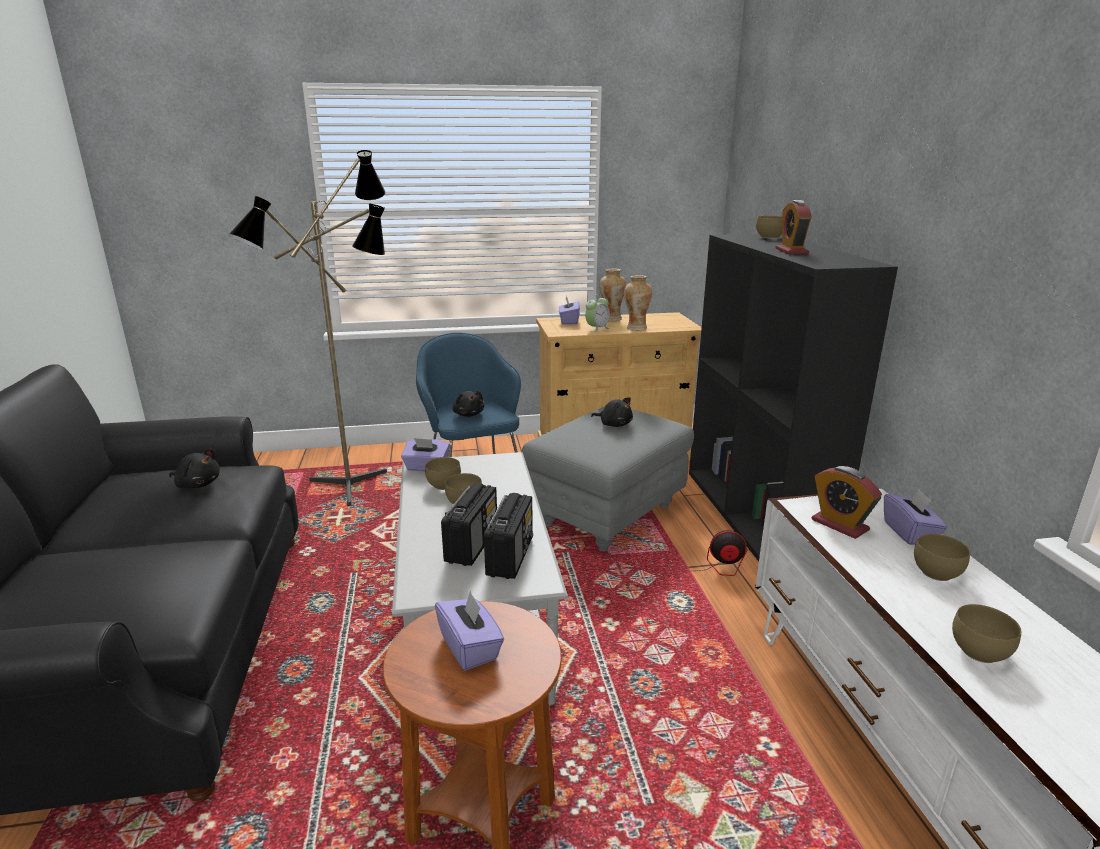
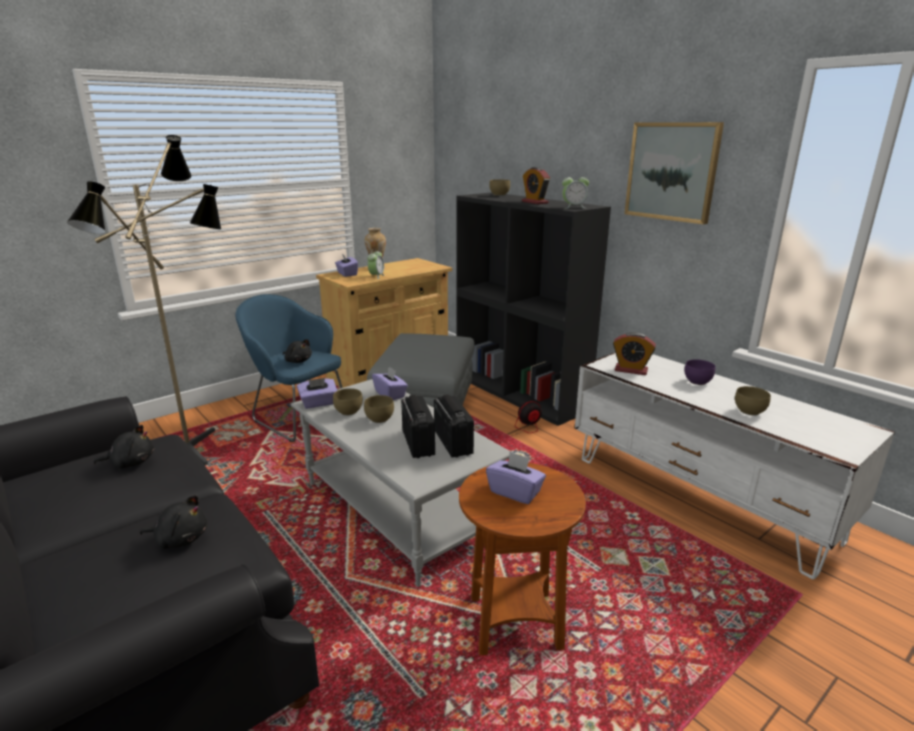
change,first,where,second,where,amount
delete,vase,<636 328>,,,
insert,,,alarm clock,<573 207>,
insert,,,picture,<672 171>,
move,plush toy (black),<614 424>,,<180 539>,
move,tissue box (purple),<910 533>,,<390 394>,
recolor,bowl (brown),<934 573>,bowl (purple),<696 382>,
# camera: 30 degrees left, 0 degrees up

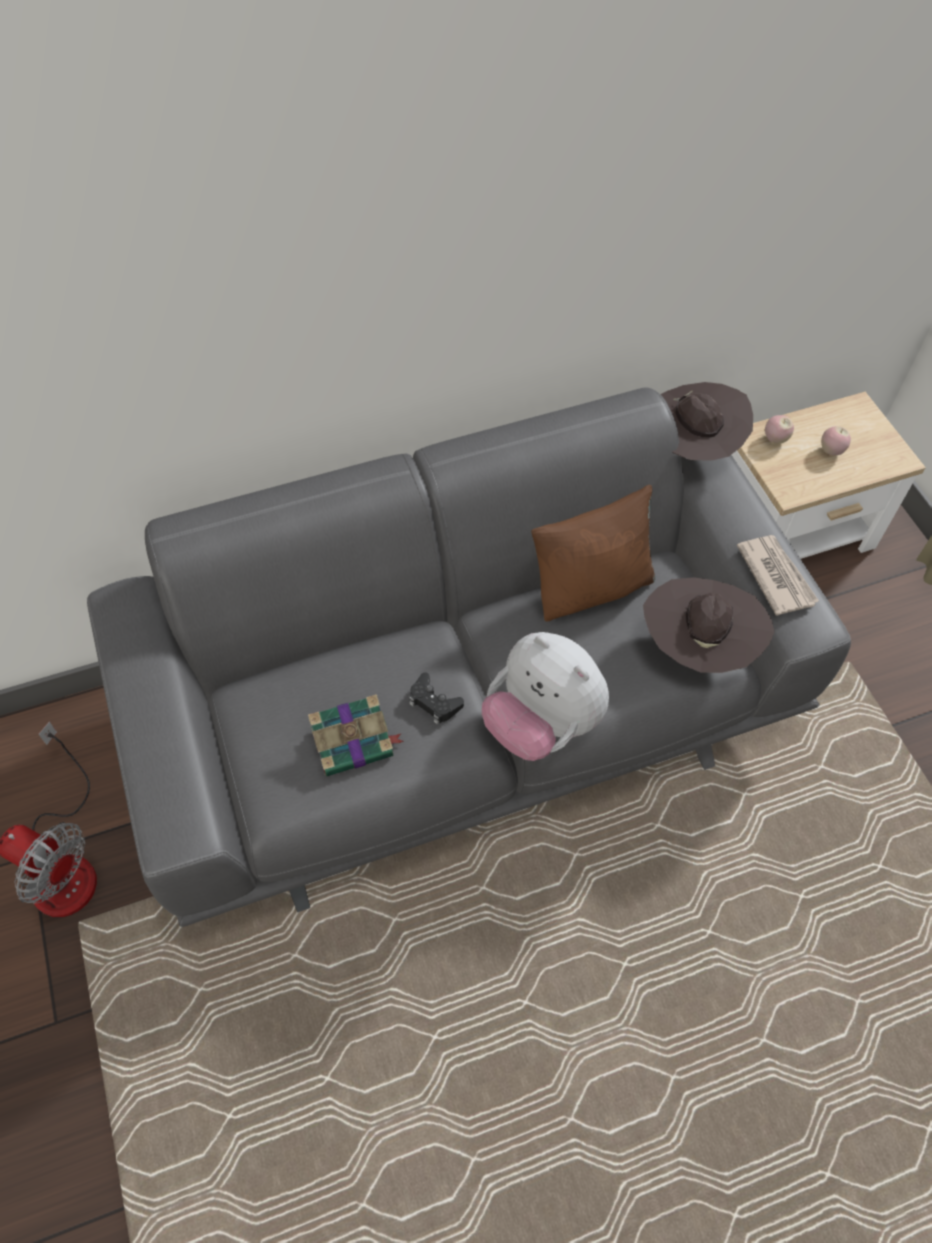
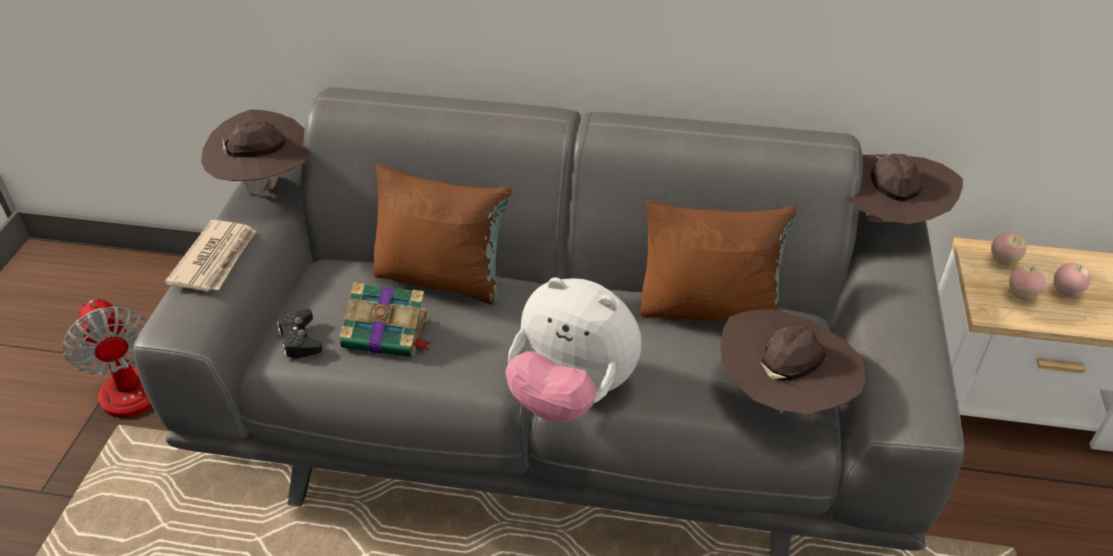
change,first,where,second,where,amount
insert,,,hat (brown),<266 185>,
insert,,,pillow (brown),<442 278>,
insert,,,apple,<1021 296>,
move,game controller (black),<434 702>,,<300 339>,
move,newspaper,<775 576>,,<216 259>,
rotate,plush toy,<541 723>,,<571 393>,45 degrees counterclockwise
# camera: 30 degrees right, 15 degrees down

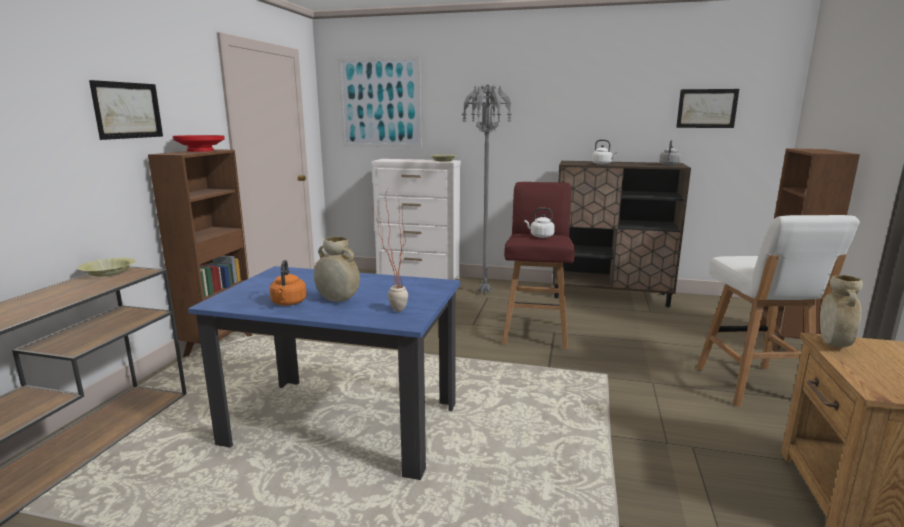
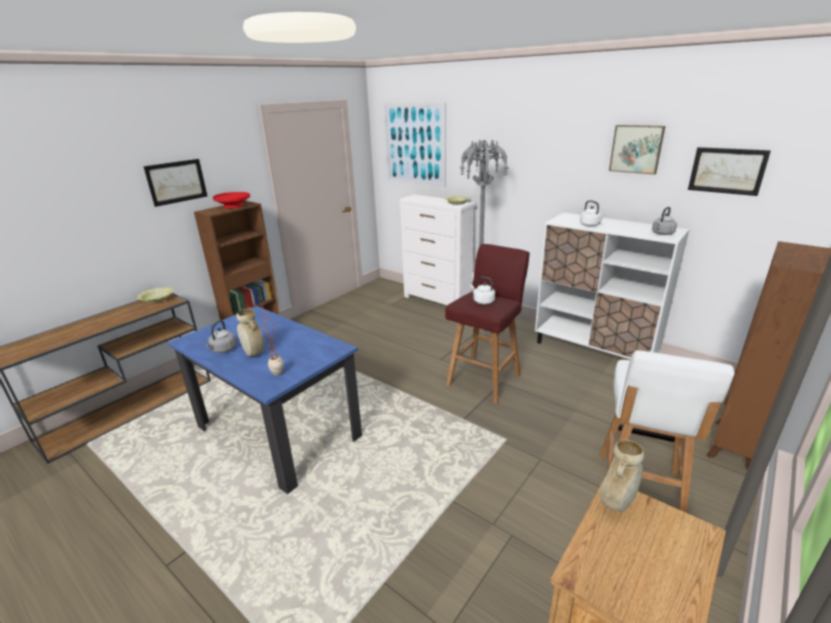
change,first,where,second,where,amount
insert,,,picture,<636 149>,
recolor,kettle (orange),<288 303>,kettle (grey),<223 350>,
recolor,cabinet (brown),<610 296>,cabinet (white),<594 350>,
# camera: 25 degrees right, 10 degrees up

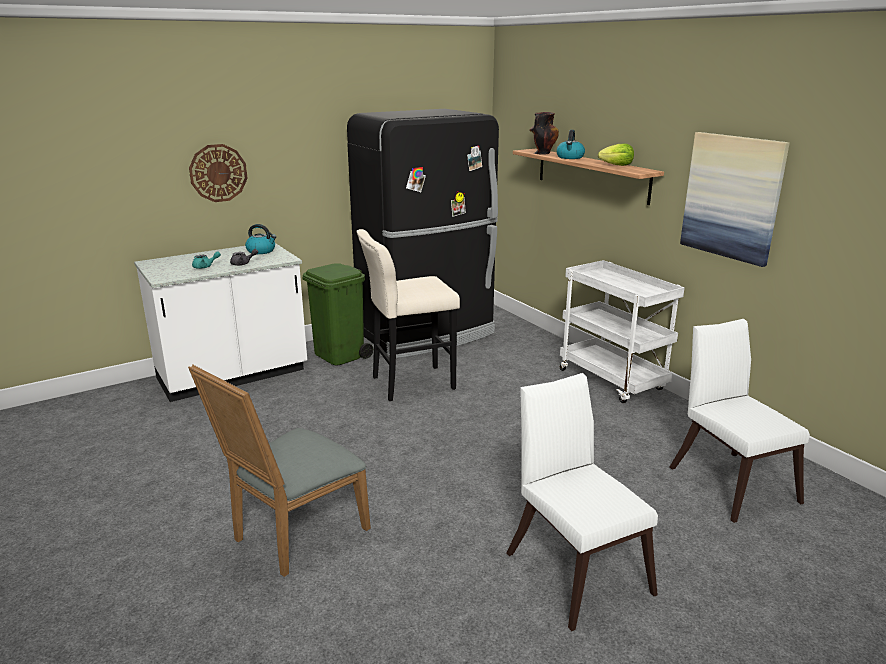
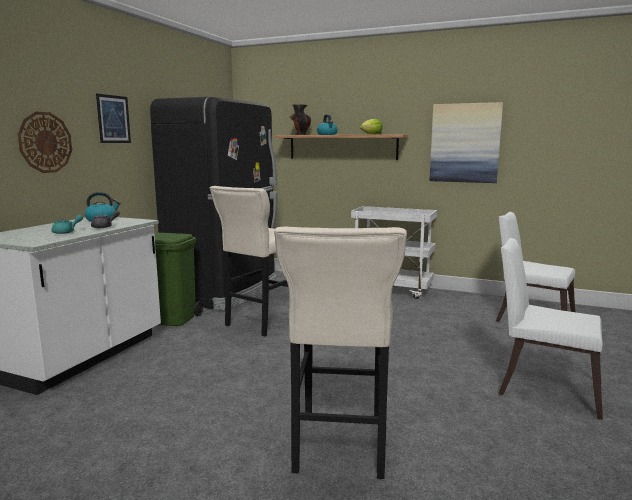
change,first,where,second,where,amount
insert,,,picture,<113 119>,
replace,chair (grey),<294 535>,stool (beige),<339 447>,
# camera: 35 degrees left, 10 degrees down

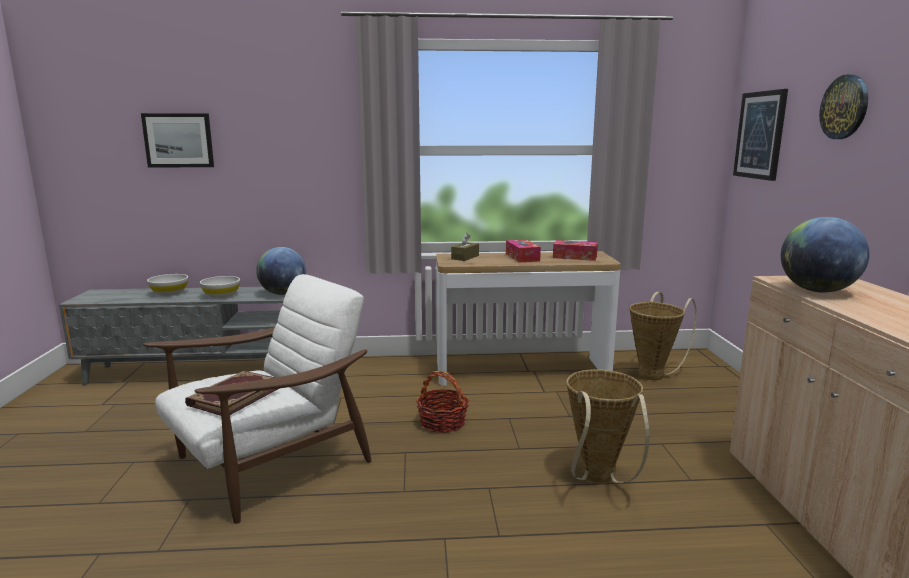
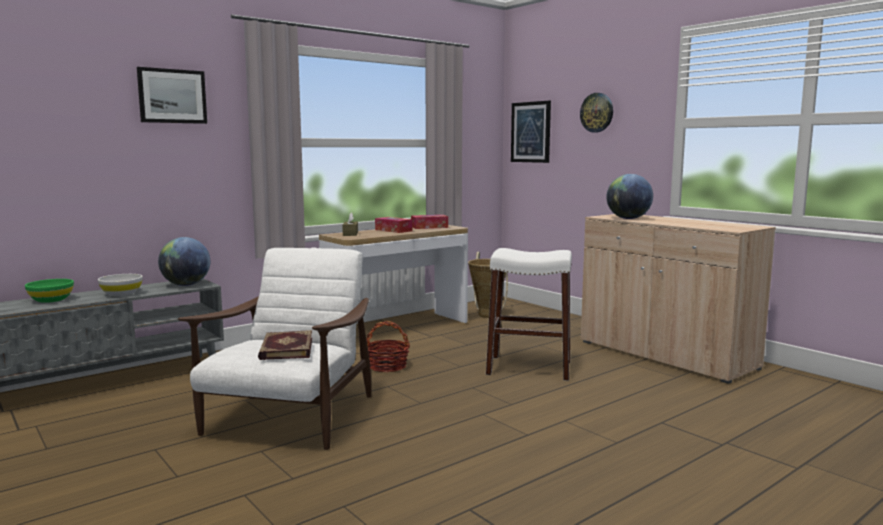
change,first,where,second,where,amount
move,picture,<179 140>,,<172 96>,
replace,basket,<598 479>,stool (white),<529 368>,
recolor,bowl (white),<169 293>,bowl (green),<51 300>,
# camera: 35 degrees left, 5 degrees down

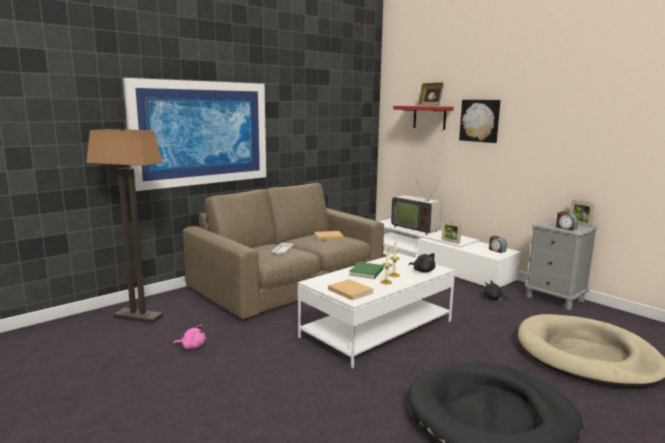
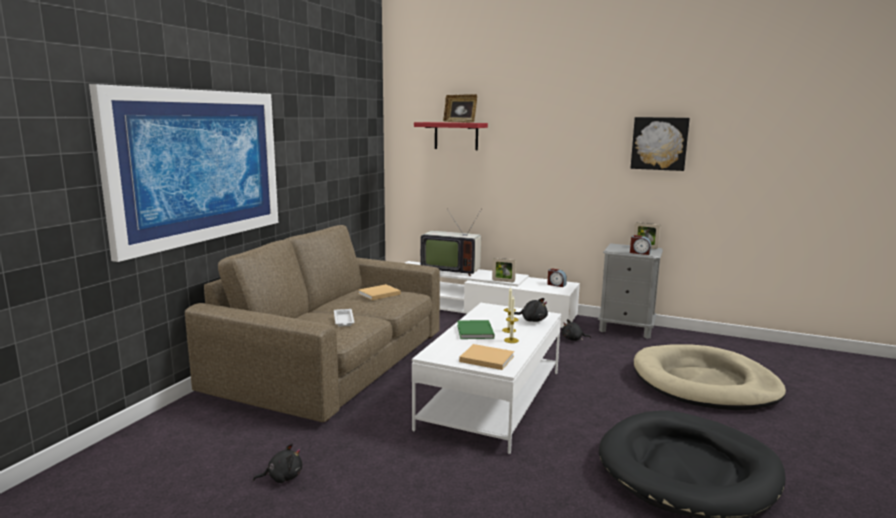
change,first,where,second,where,amount
delete,floor lamp,<139 317>,,,
move,picture,<480 120>,,<659 143>,
recolor,plush toy (pink),<192 346>,plush toy (black),<282 477>,
# camera: 25 degrees left, 0 degrees up

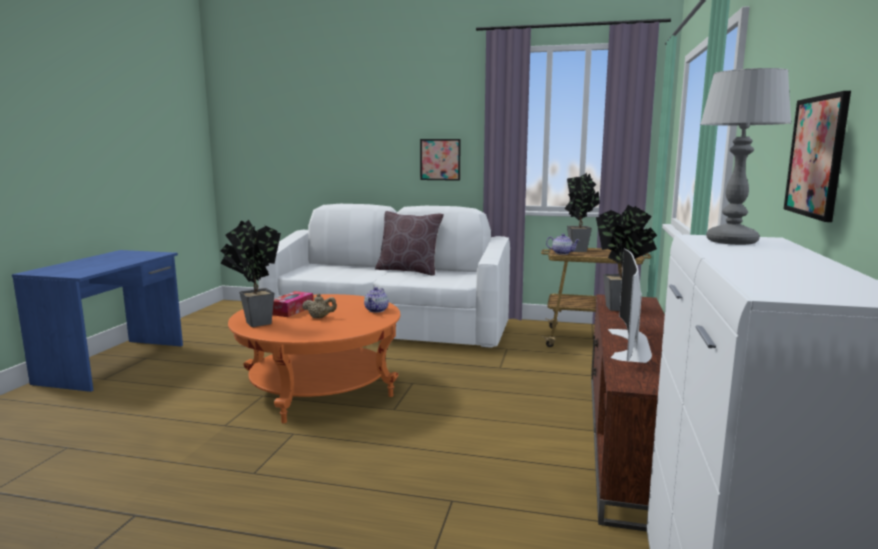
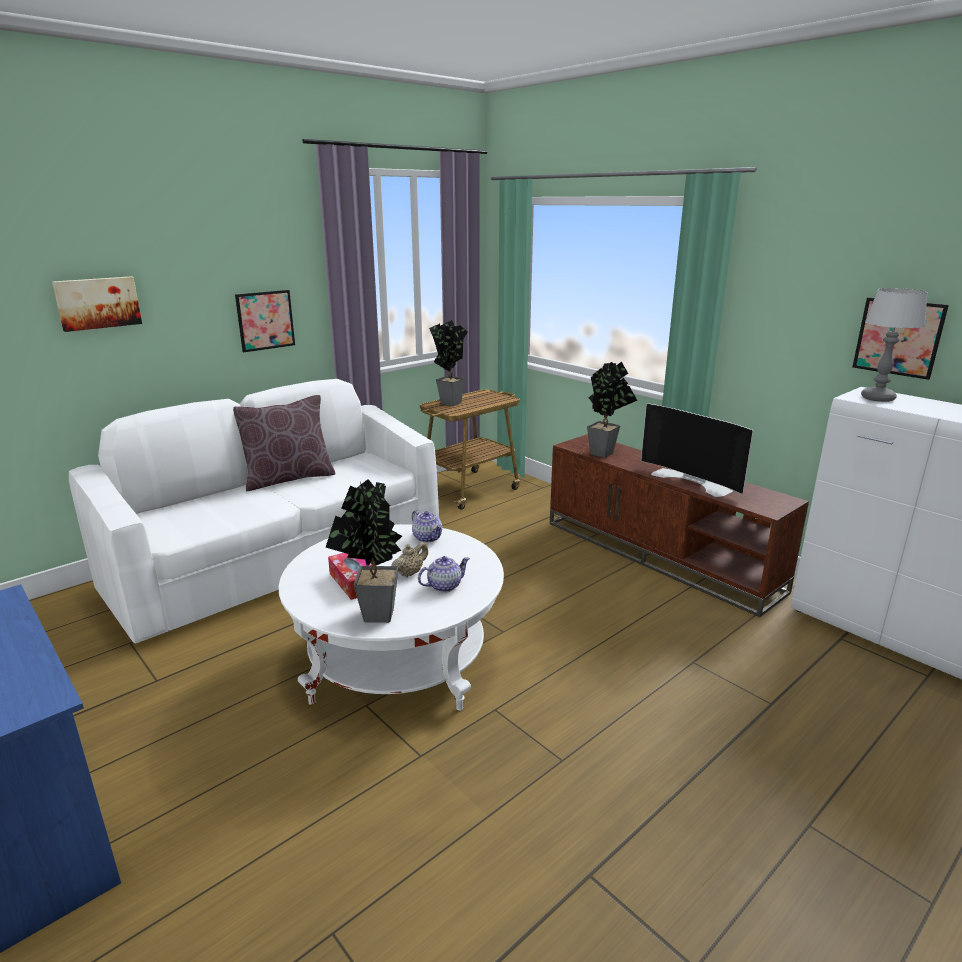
change,first,where,second,where,amount
insert,,,picture,<98 303>,
move,teapot,<562 253>,,<444 586>,
recolor,coffee table (orange),<320 388>,coffee table (white),<398 659>,
# camera: 55 degrees left, 10 degrees up

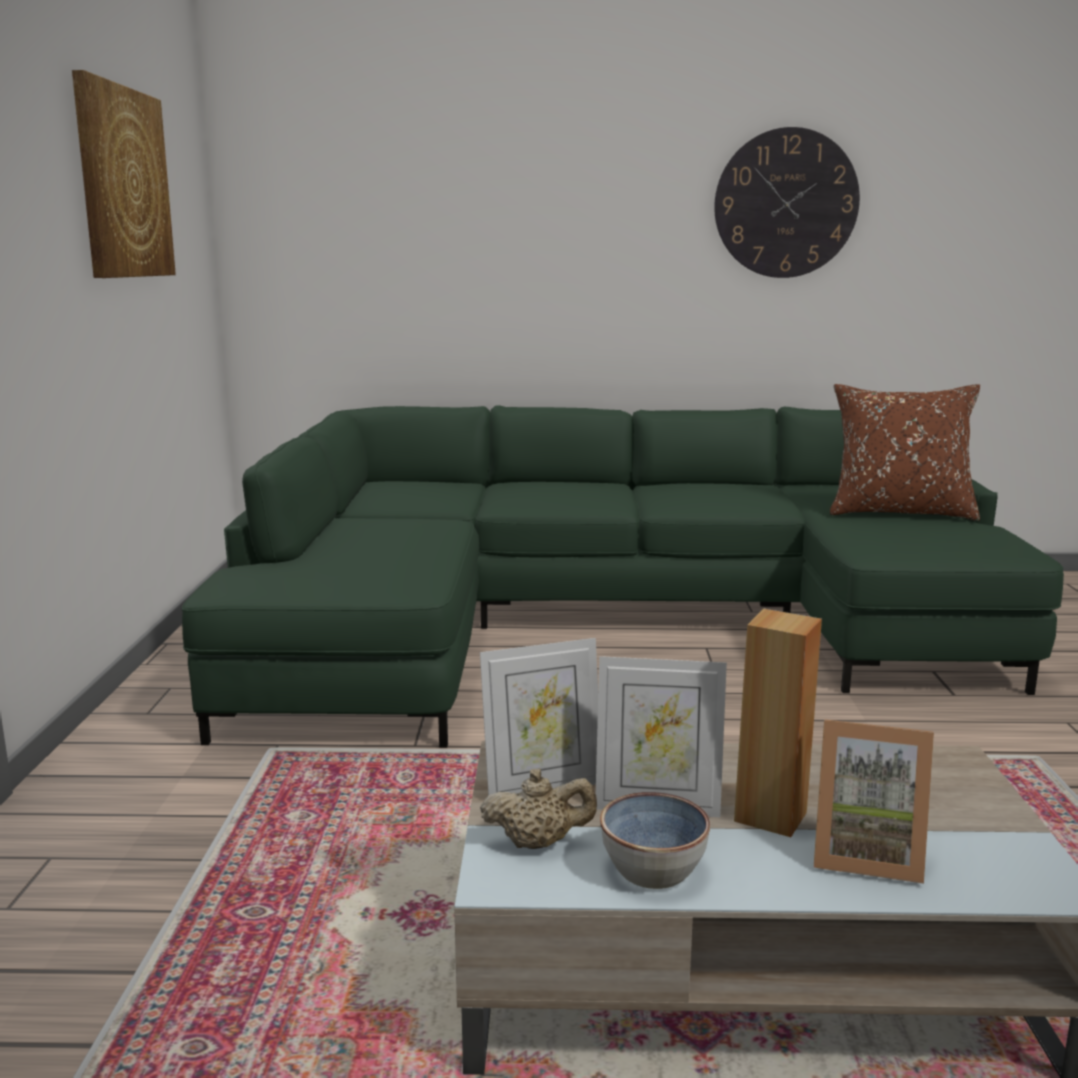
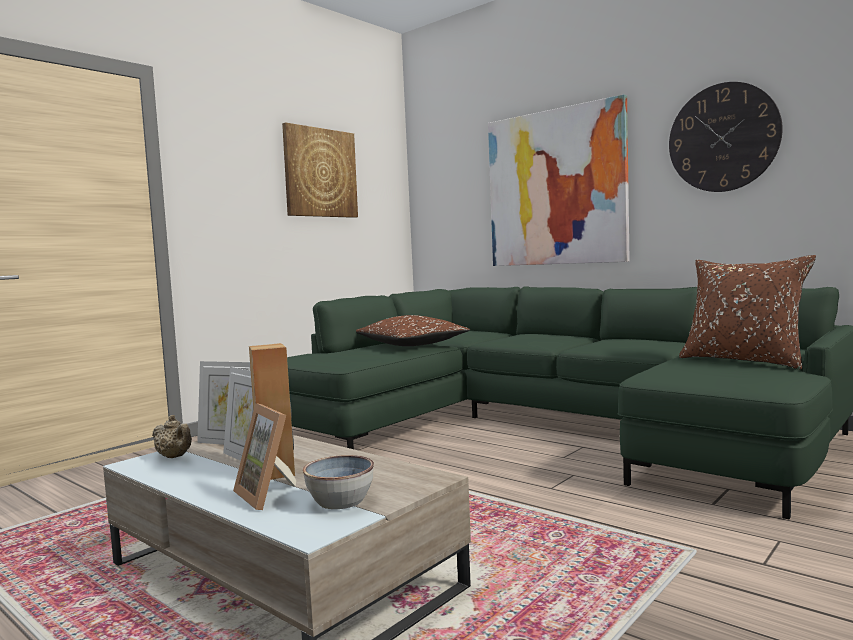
change,first,where,second,where,amount
insert,,,pillow (brown),<411 345>,
insert,,,picture,<556 188>,
move,bowl,<652 870>,,<340 501>,
# camera: 40 degrees right, 10 degrees down

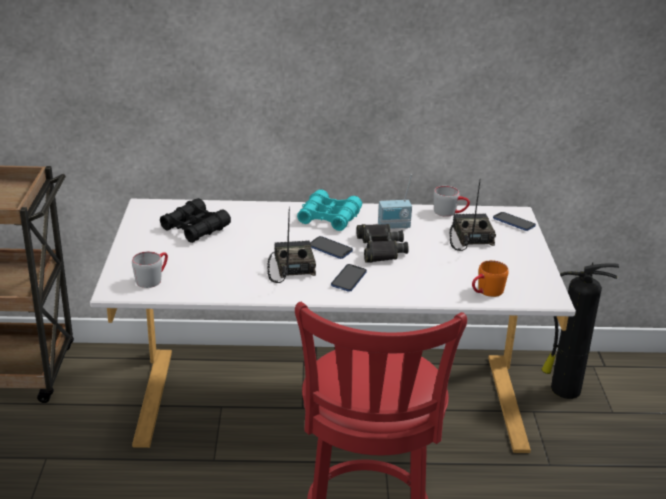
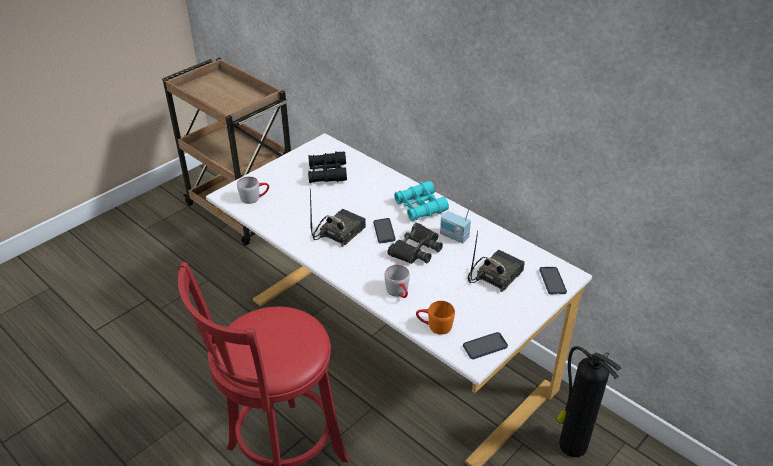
change,first,where,second,where,amount
move,phone,<349 279>,,<485 346>,
move,mug (grey),<450 212>,,<399 293>,
# camera: 45 degrees right, 10 degrees up

